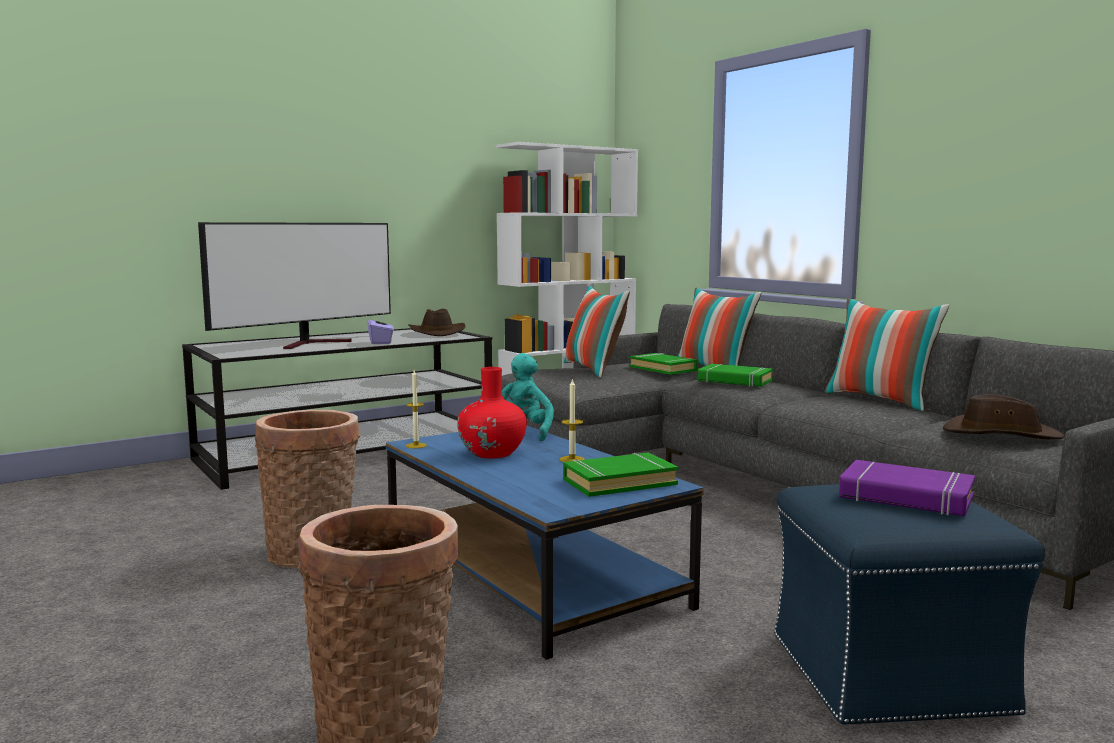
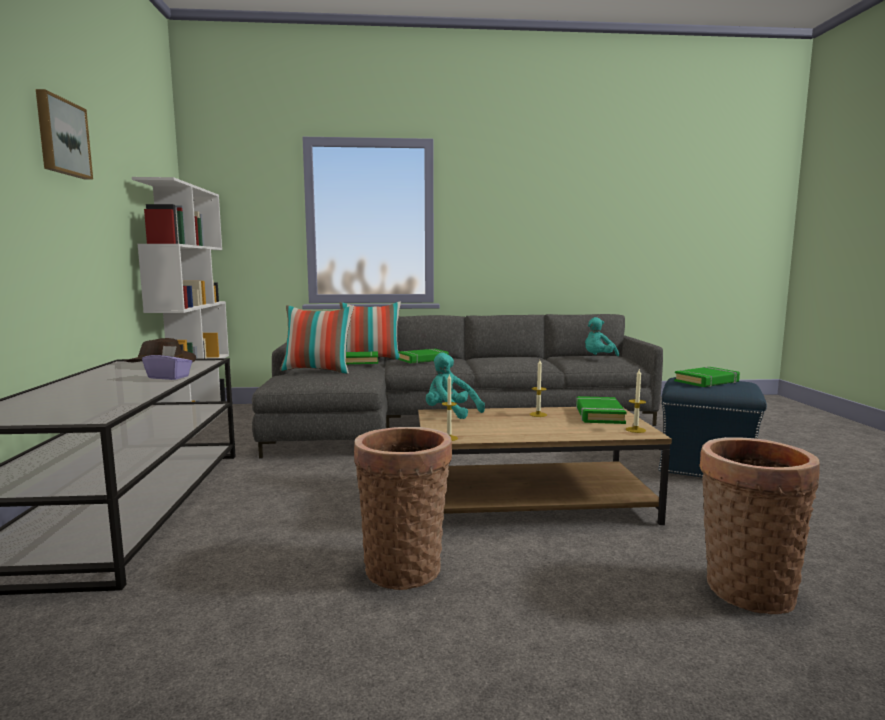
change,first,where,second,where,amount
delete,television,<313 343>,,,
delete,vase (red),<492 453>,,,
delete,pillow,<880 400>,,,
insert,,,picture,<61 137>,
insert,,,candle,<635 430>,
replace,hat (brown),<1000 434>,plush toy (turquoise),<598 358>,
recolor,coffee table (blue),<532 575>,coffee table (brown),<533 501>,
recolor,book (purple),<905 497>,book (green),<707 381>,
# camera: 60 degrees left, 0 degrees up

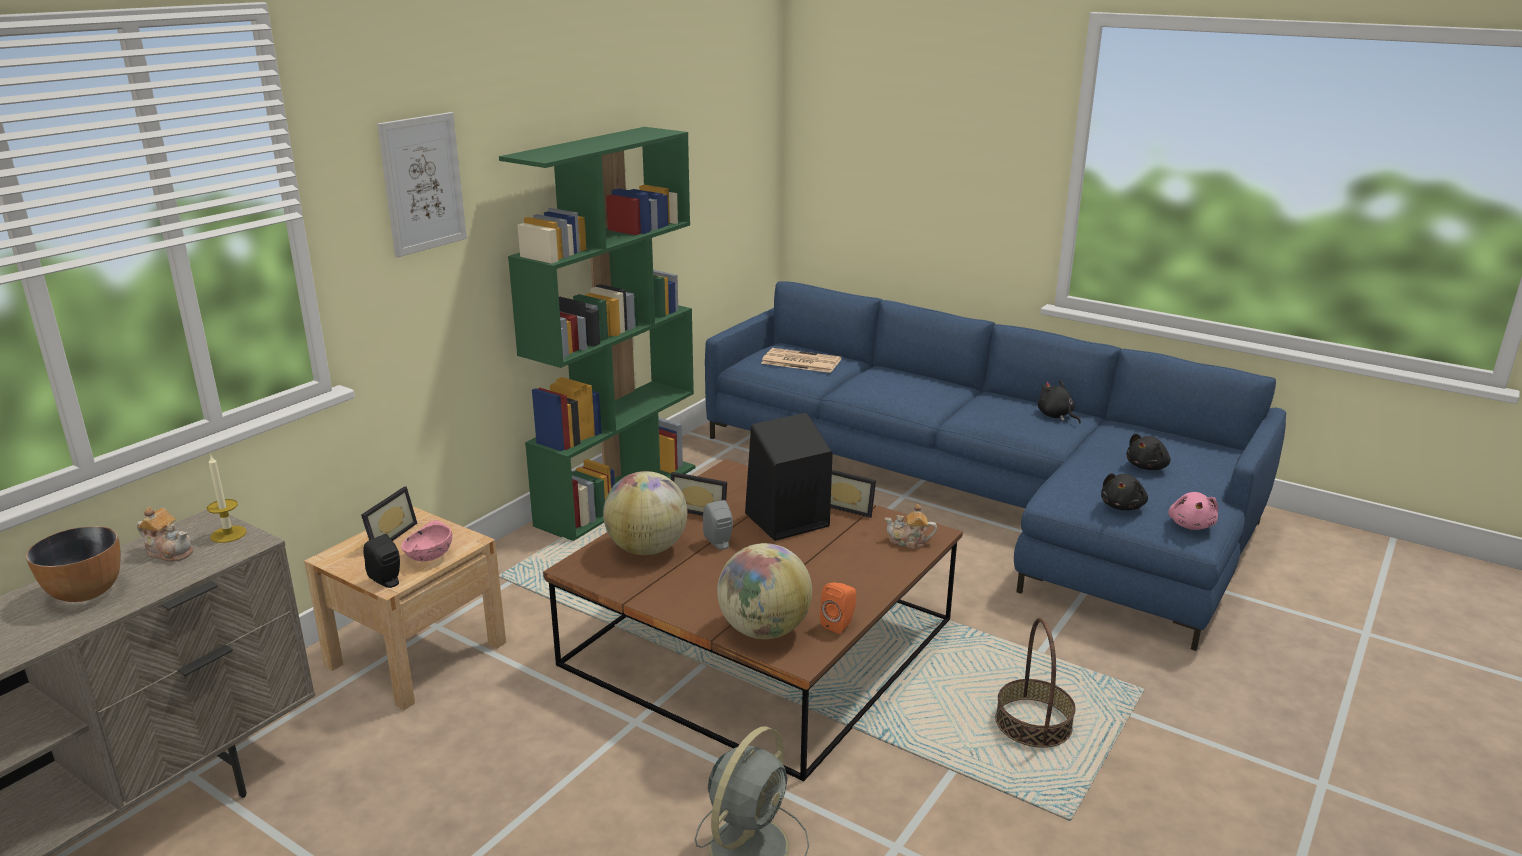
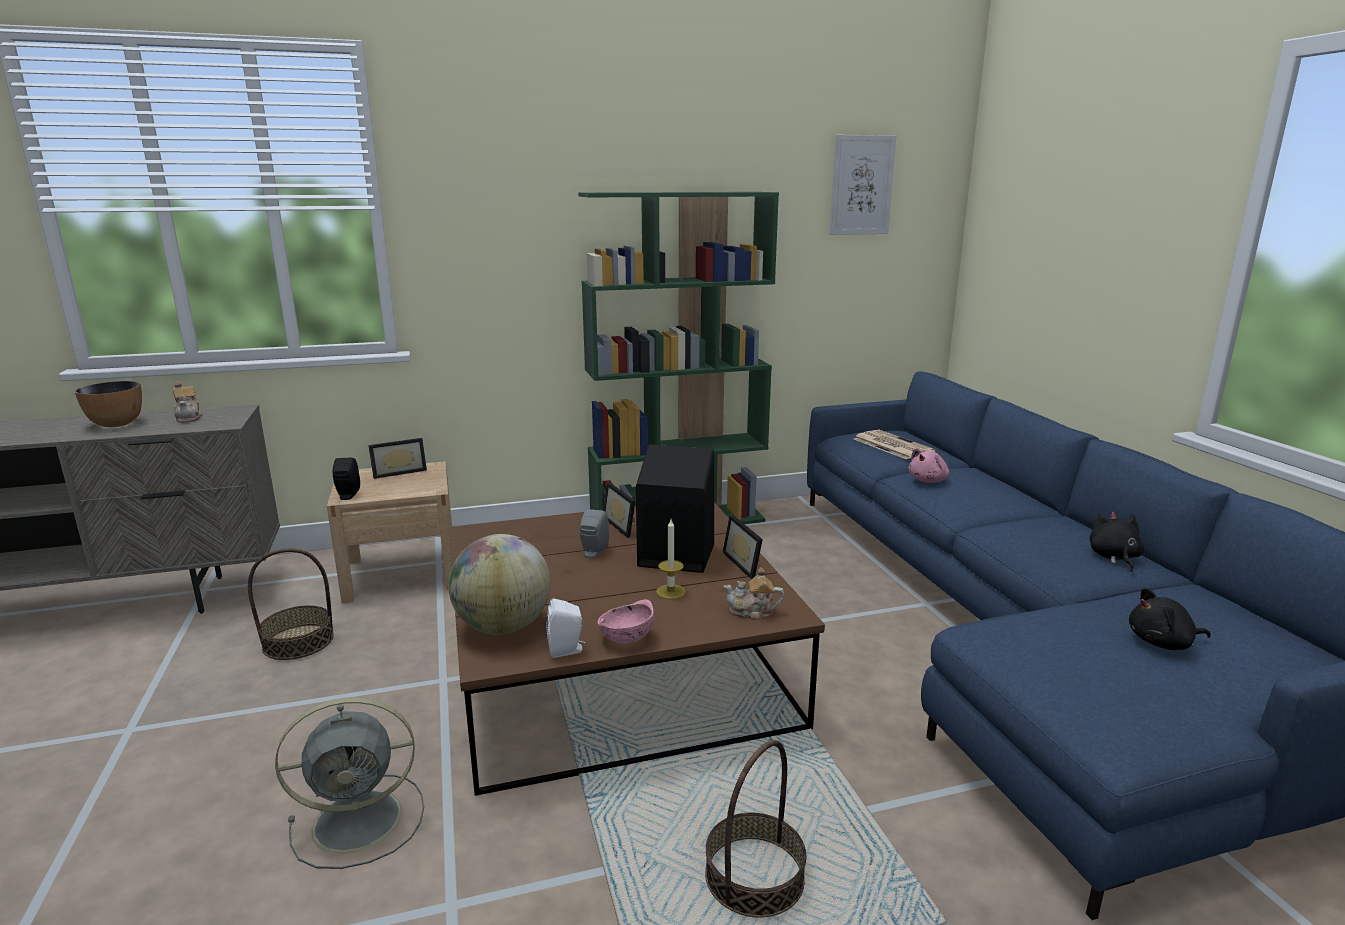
change,first,where,second,where,amount
delete,globe,<647 549>,,,
delete,plush toy (black),<1122 506>,,,
insert,,,basket,<298 641>,
move,candle,<228 534>,,<671 592>,
move,picture,<423 184>,,<861 185>,
move,bowl (pink),<428 557>,,<625 638>,
move,plush toy (pink),<1191 524>,,<929 480>,
recolor,speaker (orange),<839 624>,speaker (white),<567 650>,
rotate,teapot,<909 541>,,<752 612>,45 degrees counterclockwise
# camera: 40 degrees right, 5 degrees down

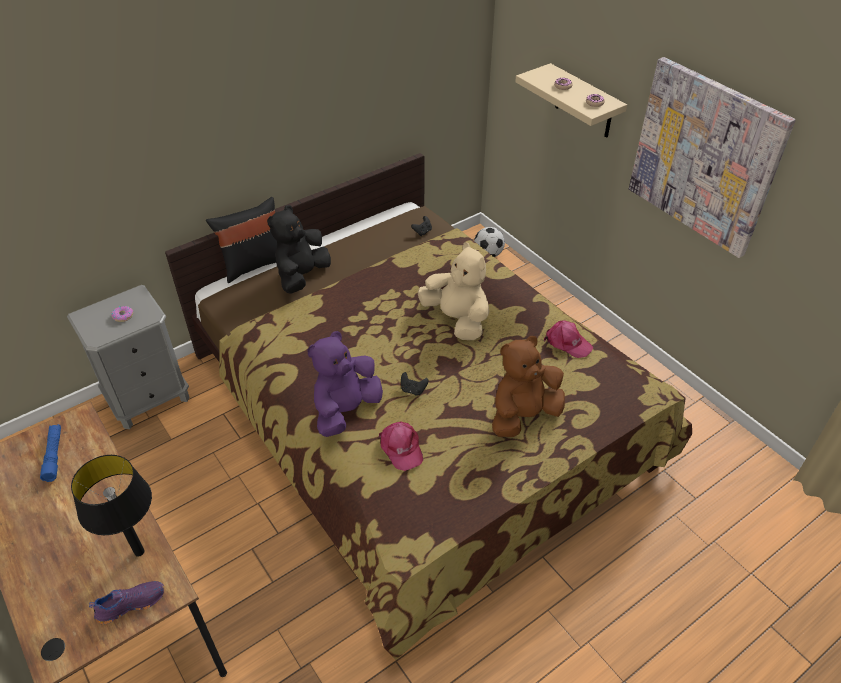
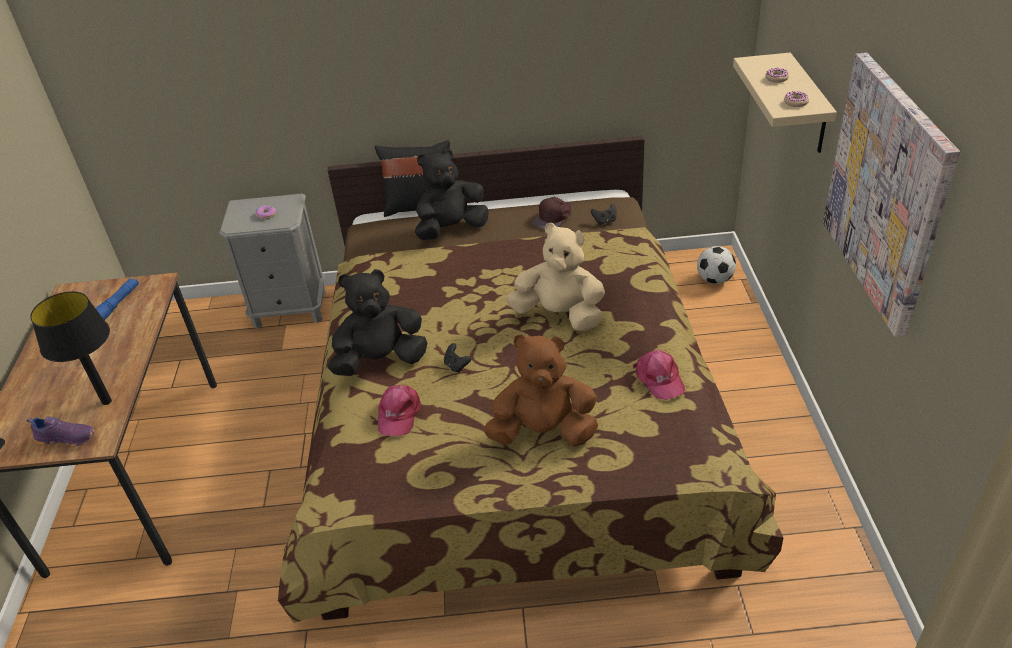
change,first,where,second,where,amount
insert,,,cap (brown),<553 218>,
recolor,plush toy (purple),<345 410>,plush toy (black),<381 360>,
rotate,plush toy (beige),<457 319>,,<559 315>,60 degrees counterclockwise
# camera: 35 degrees right, 5 degrees down

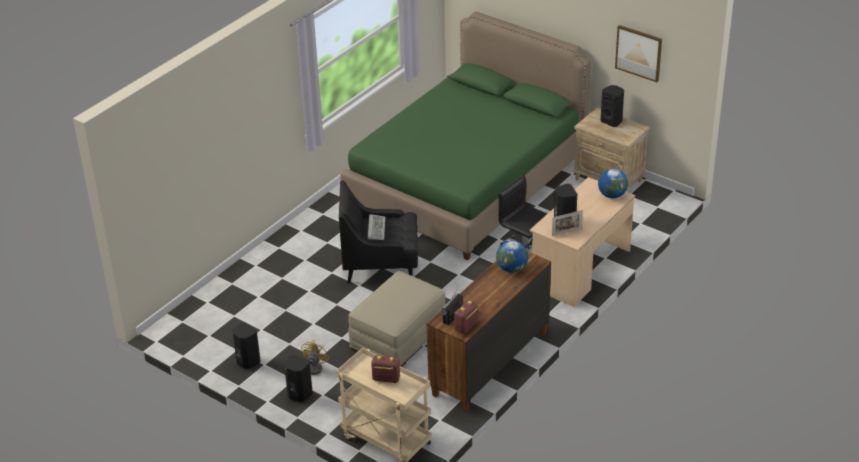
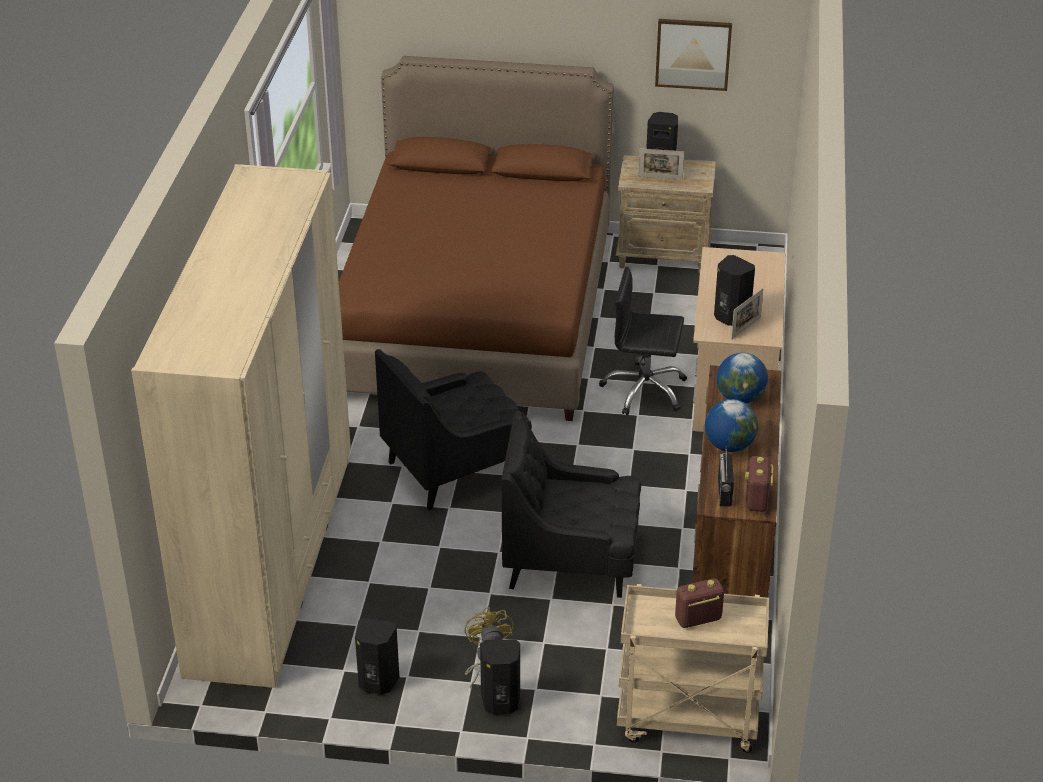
change,first,where,second,where,amount
delete,keyboard,<376 228>,,,
insert,,,wardrobe (beige),<273 563>,
insert,,,picture frame,<660 177>,
move,globe,<612 195>,,<729 445>,
replace,ottoman (beige),<398 336>,armchair (black),<571 562>,
recolor,bed (green),<466 182>,bed (brown),<476 314>,
# camera: 30 degrees left, 0 degrees up

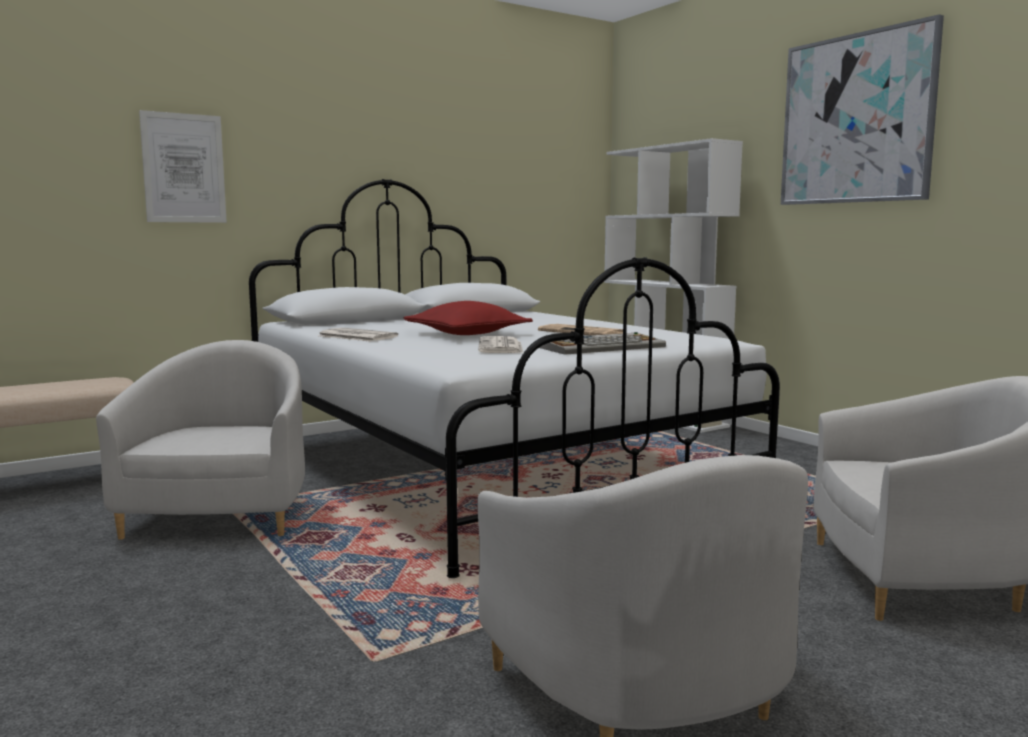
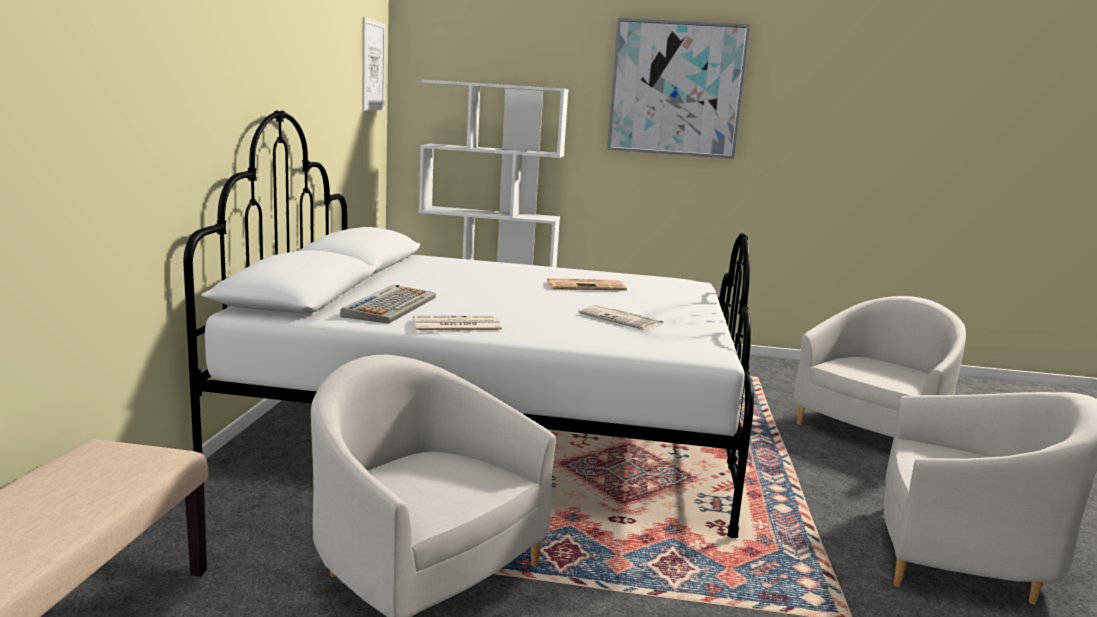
change,first,where,second,where,amount
delete,pillow (red),<467 334>,,,
move,picture,<184 168>,,<373 66>,
move,keyboard,<602 347>,,<390 306>,
# camera: 50 degrees left, 5 degrees up

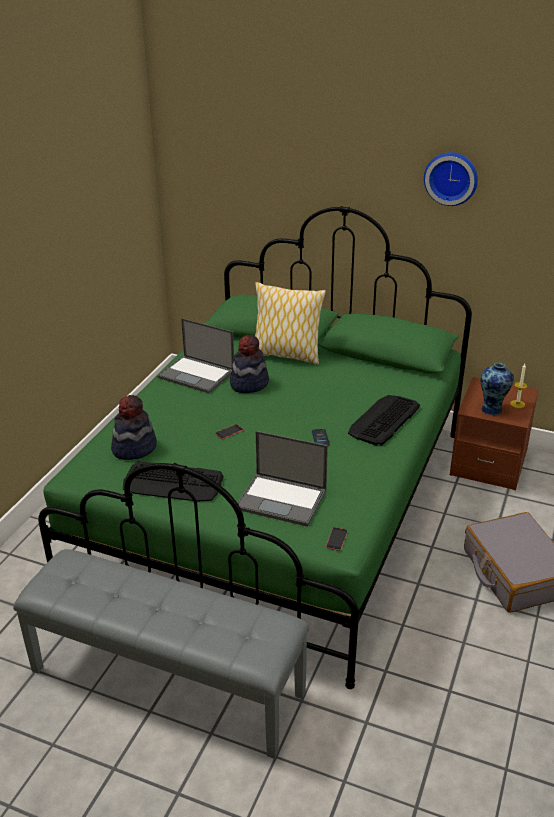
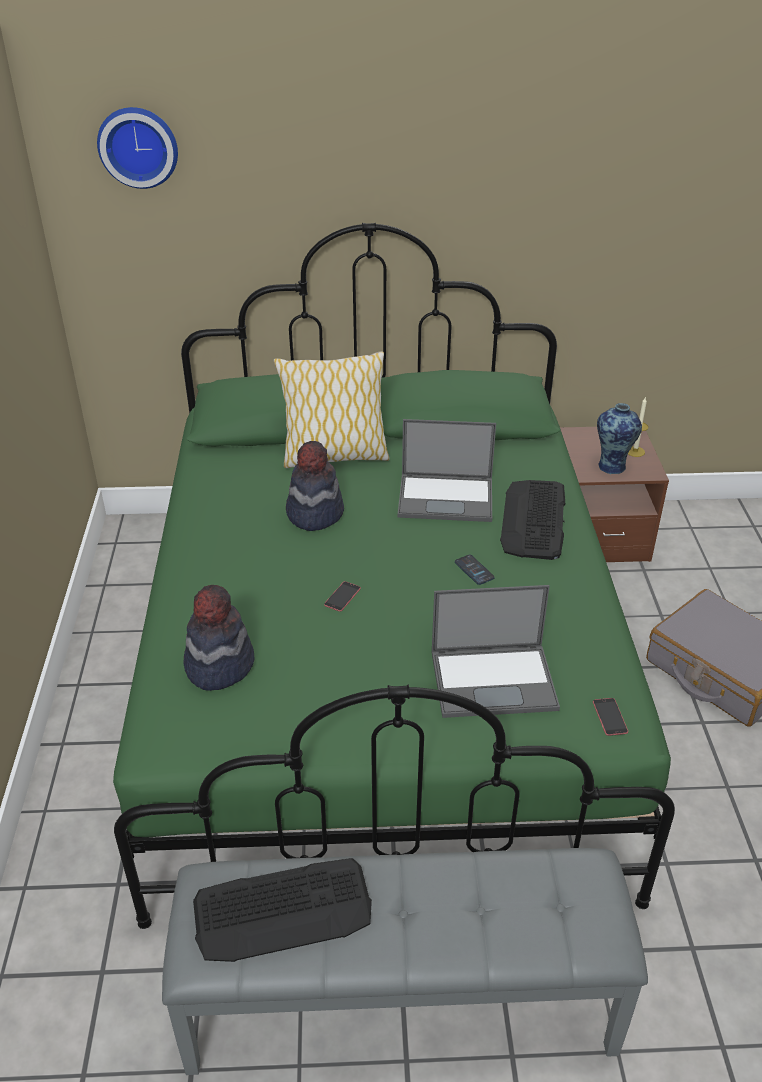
change,first,where,second,where,amount
move,keyboard,<173 483>,,<283 910>,
move,laptop,<197 374>,,<447 497>,
move,wall clock,<451 177>,,<138 146>,
# camera: 25 degrees left, 5 degrees up

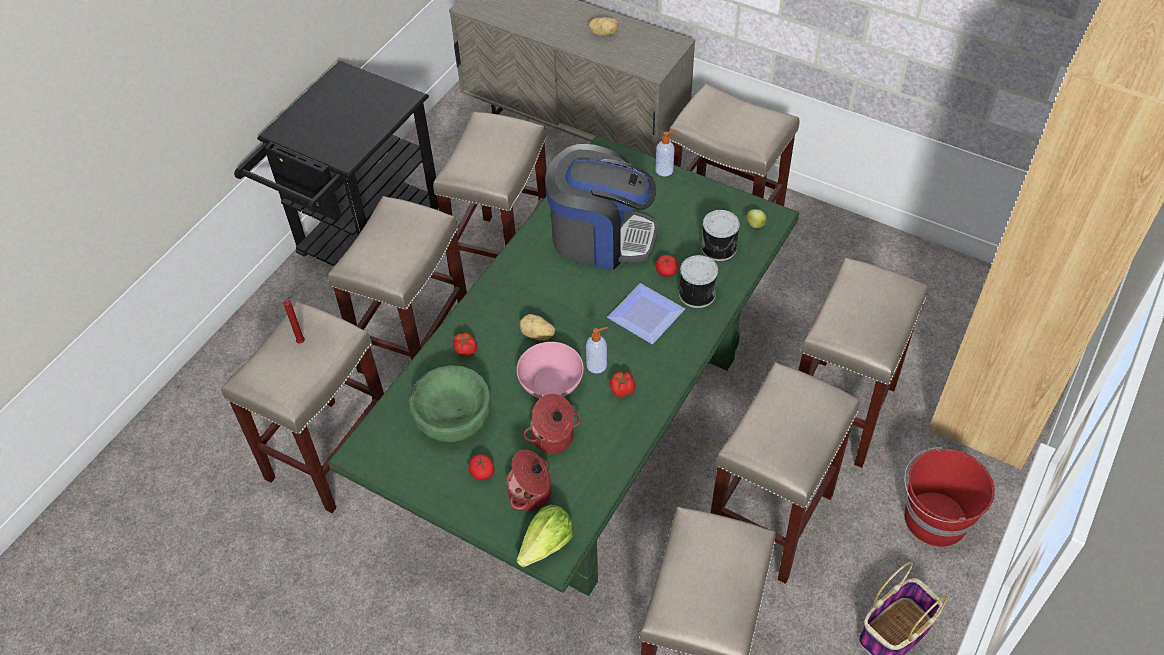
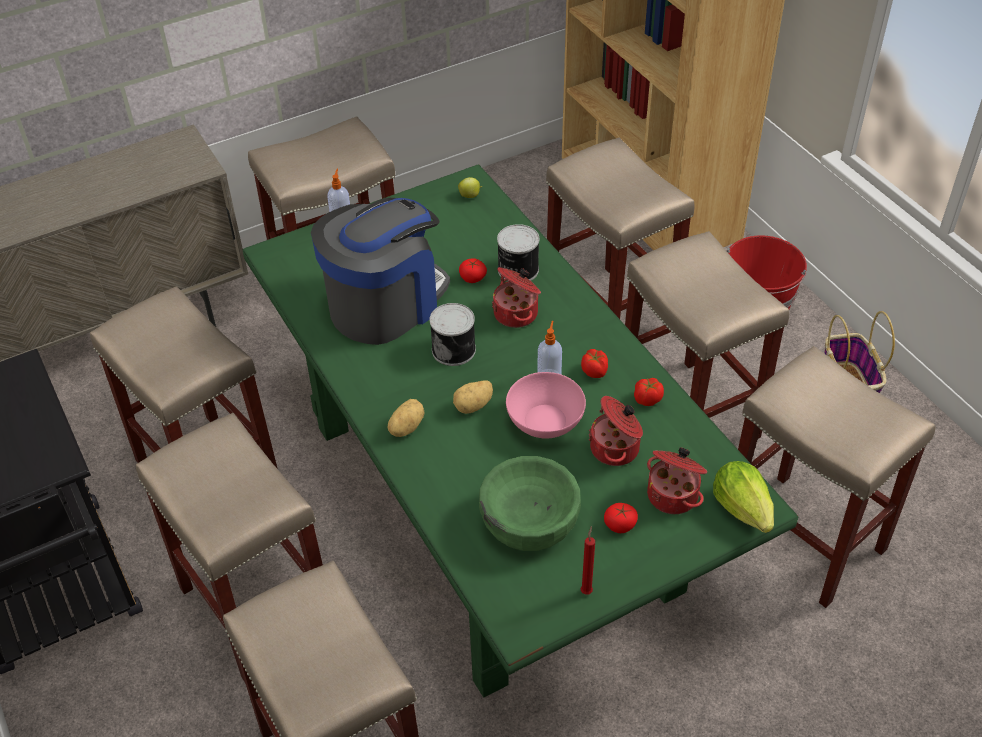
change,first,where,second,where,amount
move,candle (red),<302 342>,,<586 590>,
move,tomato,<466 350>,,<647 399>,
move,potato,<604 33>,,<405 427>,
move,can,<719 248>,,<454 349>,
replace,plate,<649 315>,cooking pot,<517 313>,
# camera: 60 degrees left, 5 degrees down

